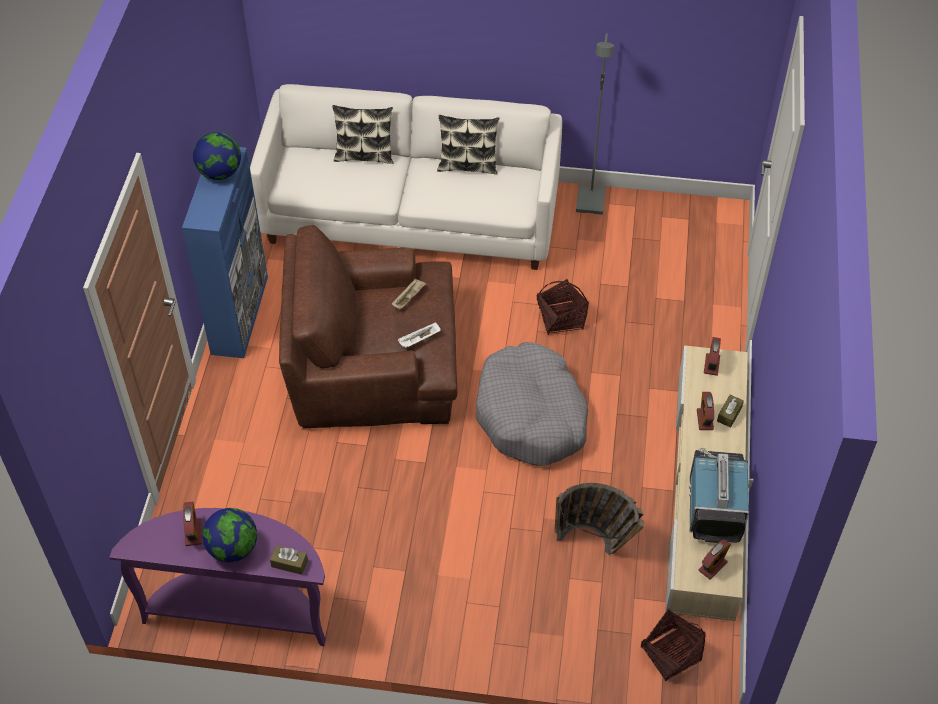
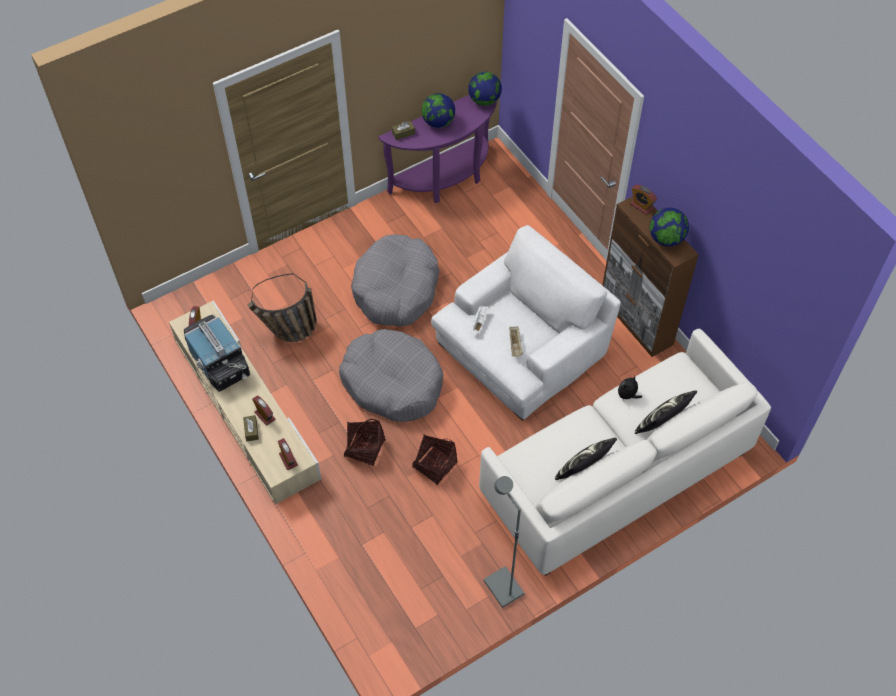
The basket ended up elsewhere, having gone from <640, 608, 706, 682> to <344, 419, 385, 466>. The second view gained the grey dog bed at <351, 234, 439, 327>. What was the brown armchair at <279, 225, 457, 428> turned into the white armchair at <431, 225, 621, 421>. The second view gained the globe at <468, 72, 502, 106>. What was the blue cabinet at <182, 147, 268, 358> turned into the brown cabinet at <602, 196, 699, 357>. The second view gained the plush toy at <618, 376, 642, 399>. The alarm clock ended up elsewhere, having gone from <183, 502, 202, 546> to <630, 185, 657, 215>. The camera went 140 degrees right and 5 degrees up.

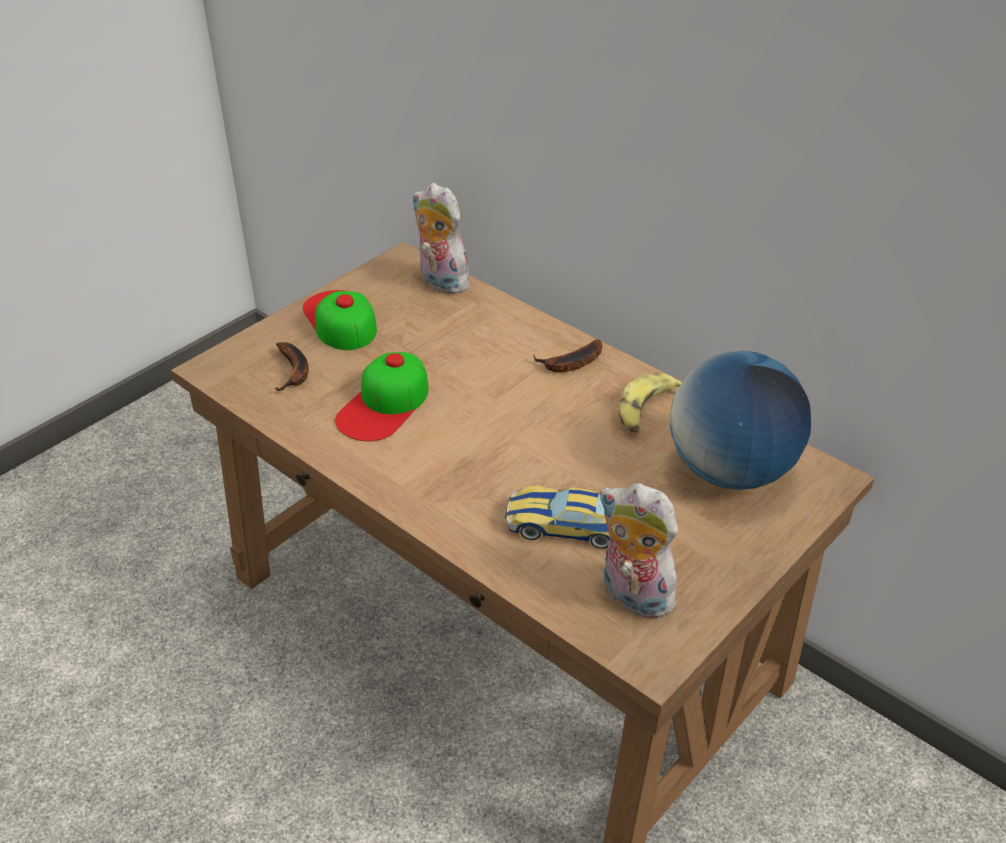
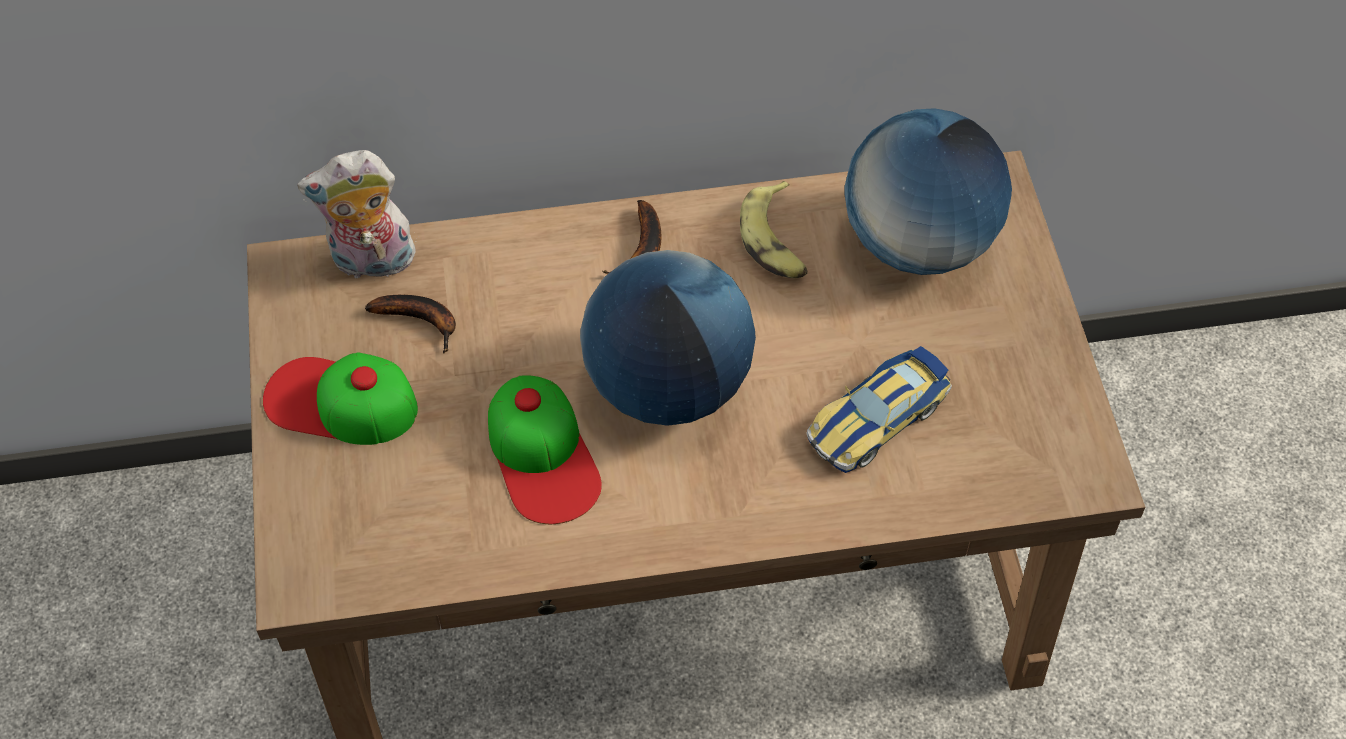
The banana ended up elsewhere, having gone from <275, 342, 309, 391> to <365, 295, 456, 354>. The second view gained the globe at <580, 250, 756, 426>. The second view lost the plush toy at <599, 483, 679, 618>. The camera went 50 degrees left and 15 degrees up.

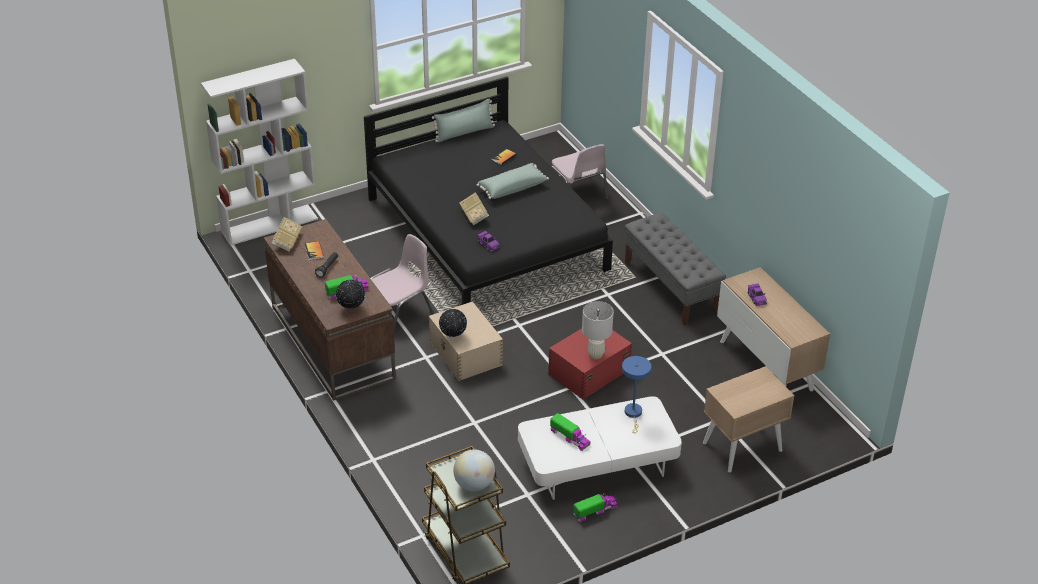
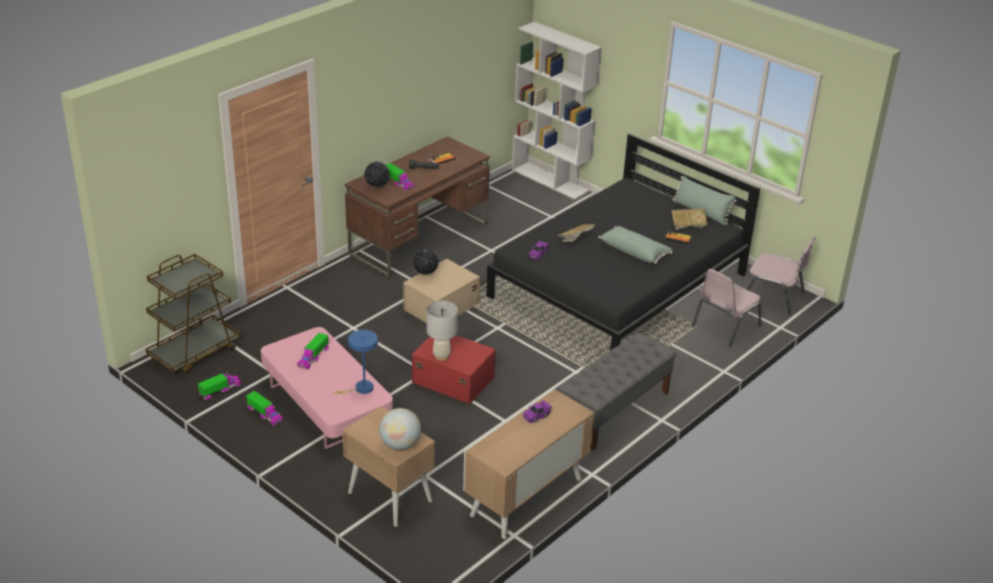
The second view gained the toy truck at <198, 373, 241, 400>. What was the white coffee table at <518, 396, 682, 500> turned into the pink coffee table at <261, 327, 393, 449>. The globe ended up elsewhere, having gone from <453, 450, 495, 491> to <379, 408, 421, 450>. The book ended up elsewhere, having gone from <272, 217, 303, 252> to <671, 209, 708, 229>. The pink chair ended up elsewhere, having gone from <370, 234, 433, 332> to <747, 237, 816, 315>. The camera went 70 degrees right and 5 degrees down.

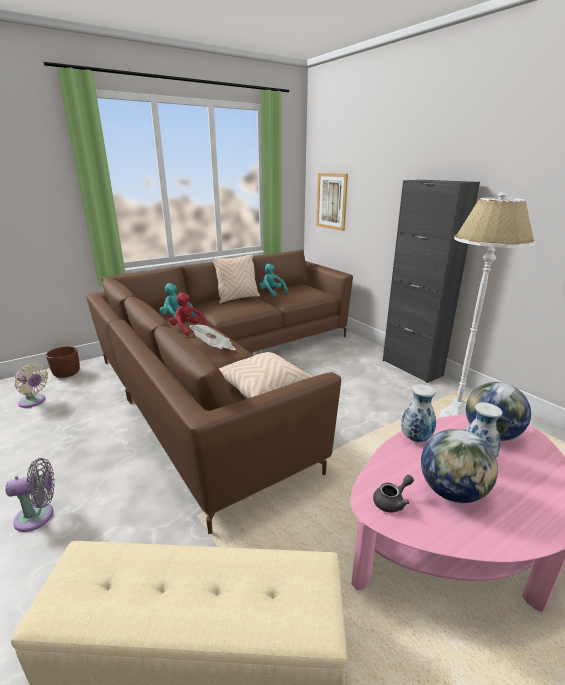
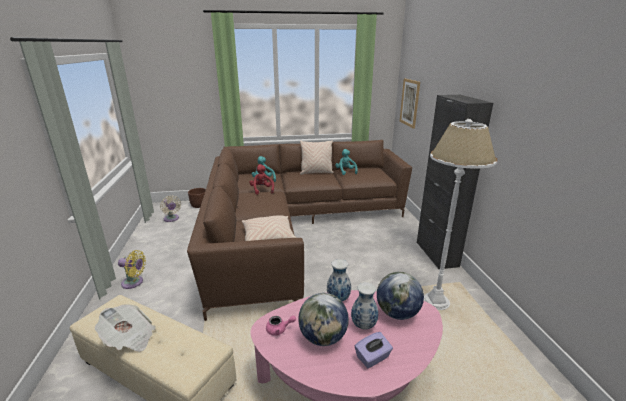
The newspaper ended up elsewhere, having gone from <189, 325, 236, 350> to <95, 304, 155, 352>. What was the grey fan at <5, 458, 55, 532> turned into the yellow fan at <118, 250, 146, 289>. What was the grey teapot at <373, 475, 414, 513> turned into the pink teapot at <266, 316, 296, 336>. The second view gained the purple tissue box at <355, 332, 393, 368>. The camera went 25 degrees right and 0 degrees up.

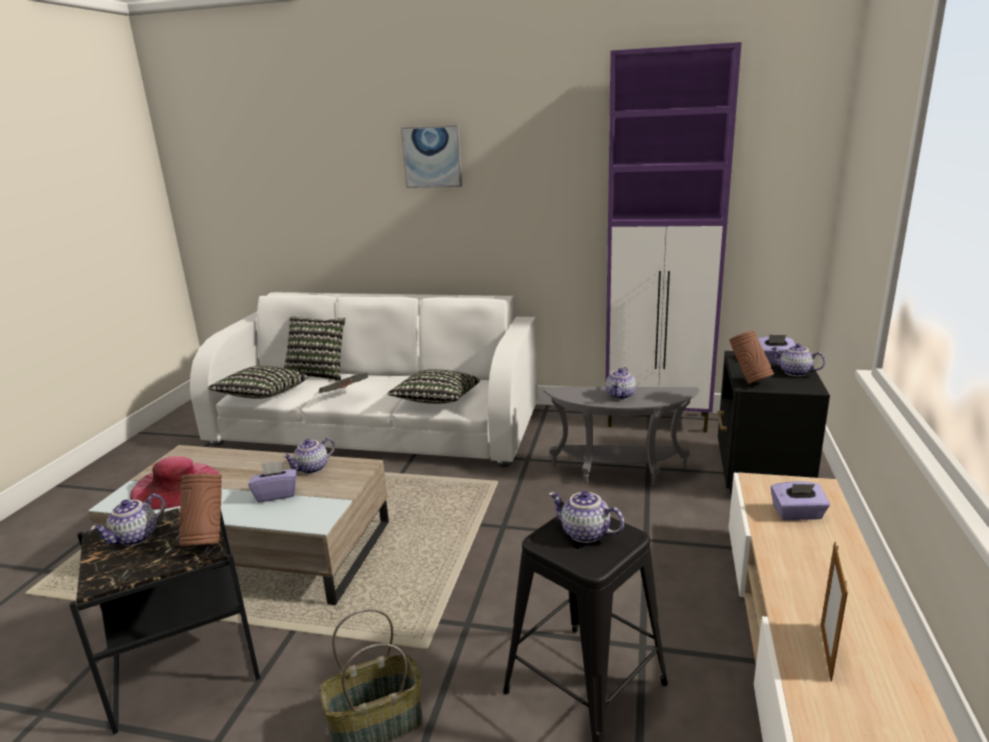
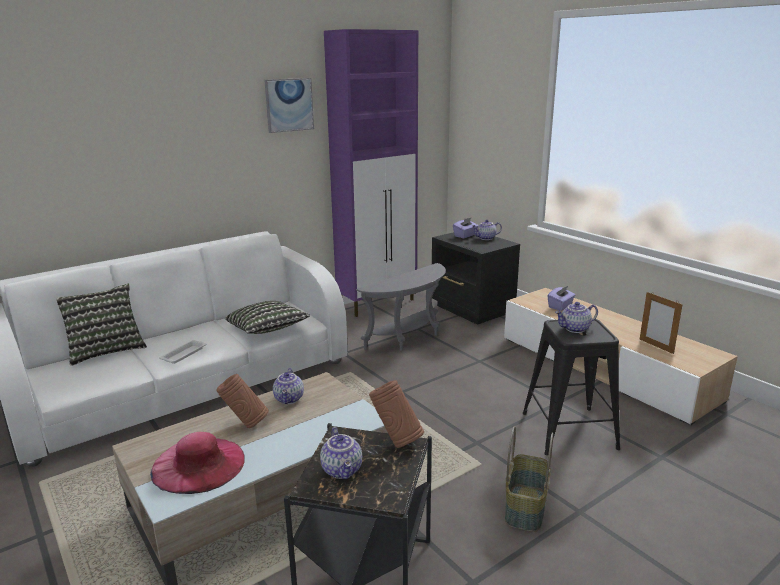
Where the newspaper stood at <318, 373, 368, 394>, the white tray came to stand at <159, 340, 206, 364>. The brown vase ended up elsewhere, having gone from <729, 330, 774, 384> to <216, 374, 269, 428>. The picture ended up elsewhere, having gone from <401, 125, 462, 188> to <264, 78, 314, 133>. The second view lost the pillow at <207, 366, 308, 399>. The second view lost the purple tissue box at <248, 461, 297, 502>. The second view lost the teapot at <606, 367, 636, 400>. The camera went 50 degrees left and 0 degrees up.

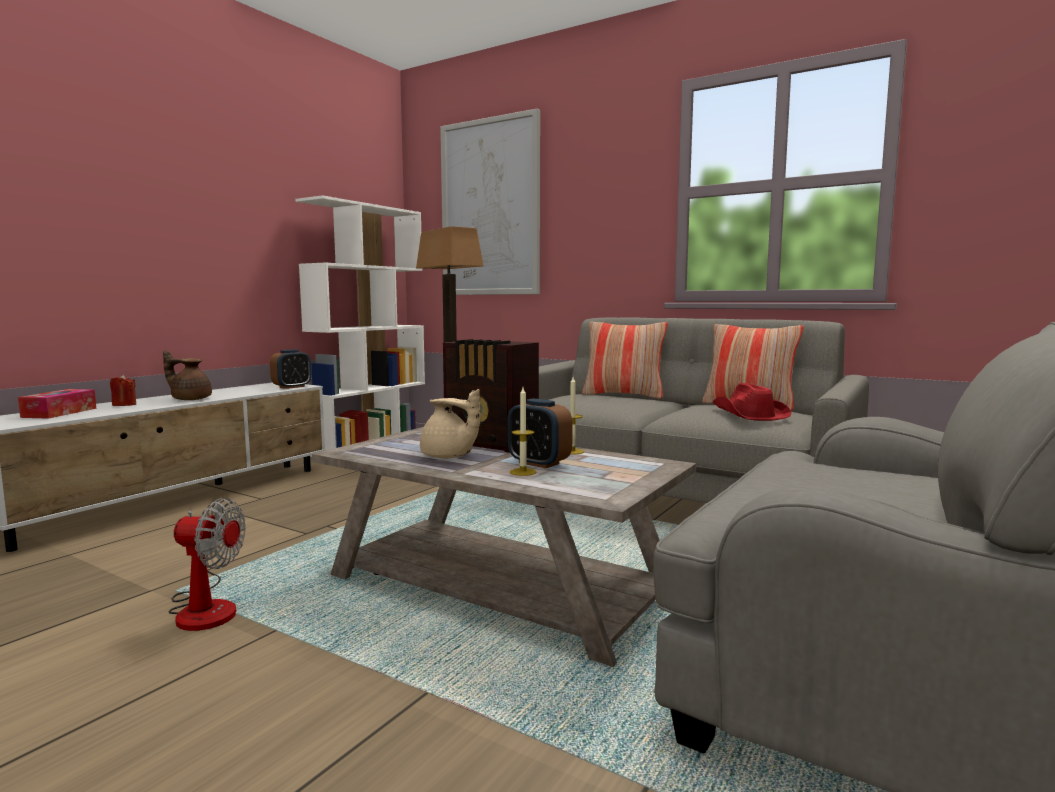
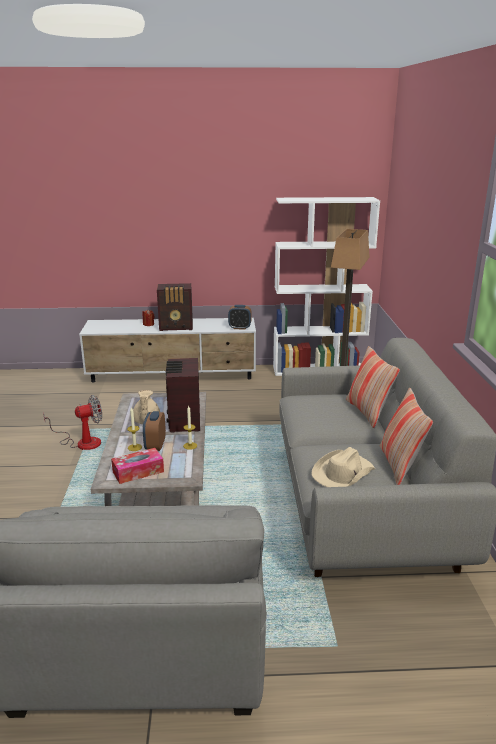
The fan at <169, 498, 246, 631> ended up facing another way, 90 degrees counterclockwise from before. The tissue box ended up elsewhere, having gone from <18, 389, 97, 419> to <111, 448, 164, 484>. Where the brown teapot stood at <163, 350, 212, 400>, the radio came to stand at <157, 283, 193, 331>. What was the red hat at <712, 383, 791, 421> turned into the beige hat at <311, 447, 375, 487>. The second view lost the picture at <440, 109, 540, 295>. The camera went 55 degrees right and 15 degrees up.

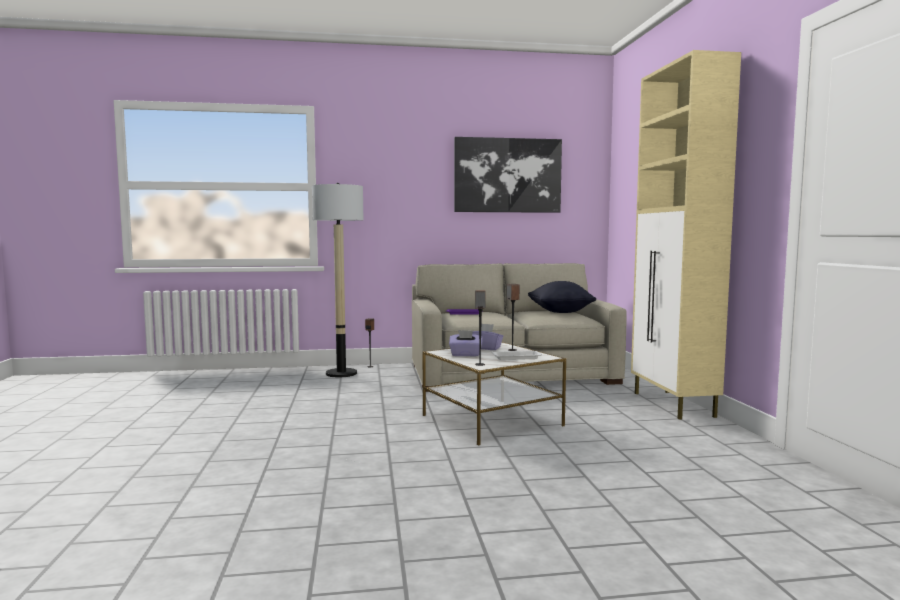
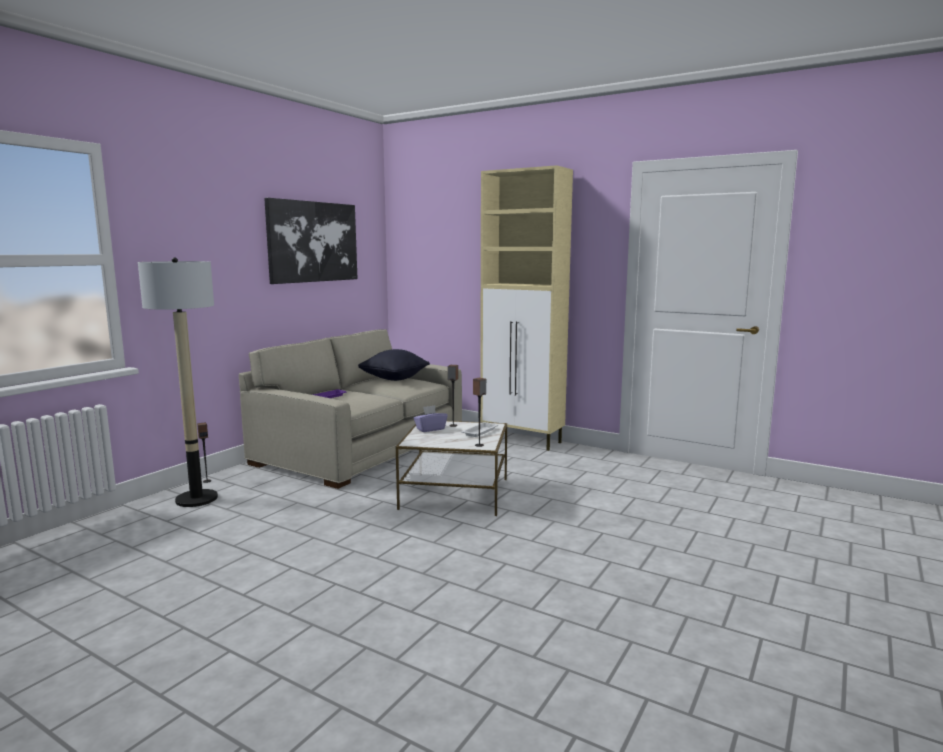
The second view lost the purple tissue box at <449, 330, 483, 357>. The camera went 50 degrees left and 5 degrees up.

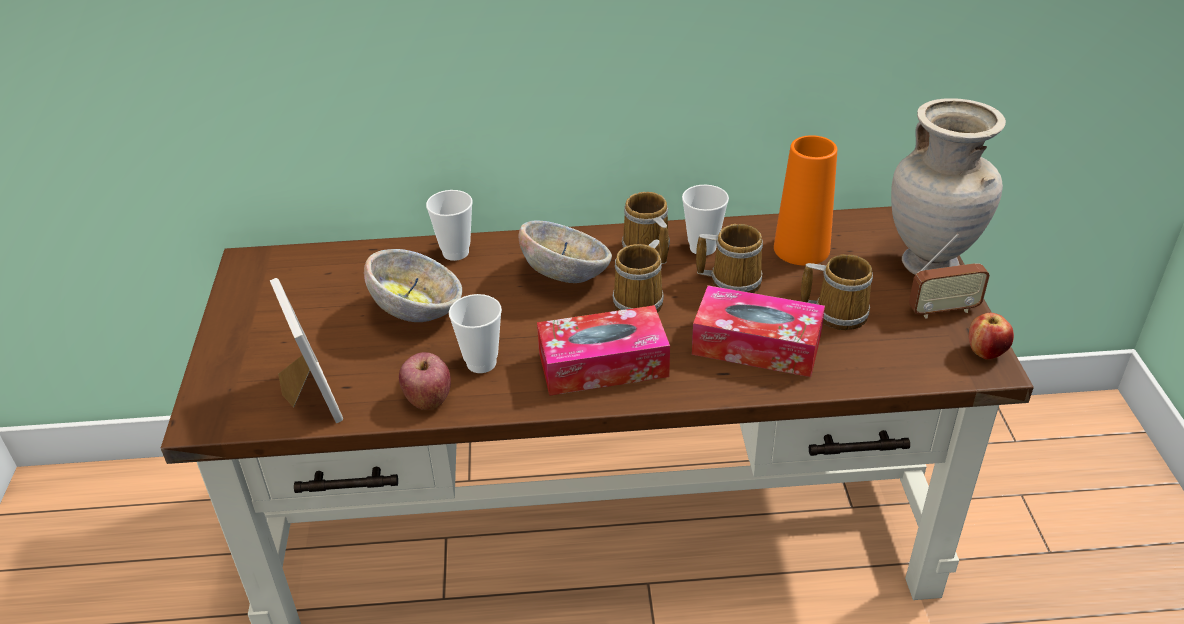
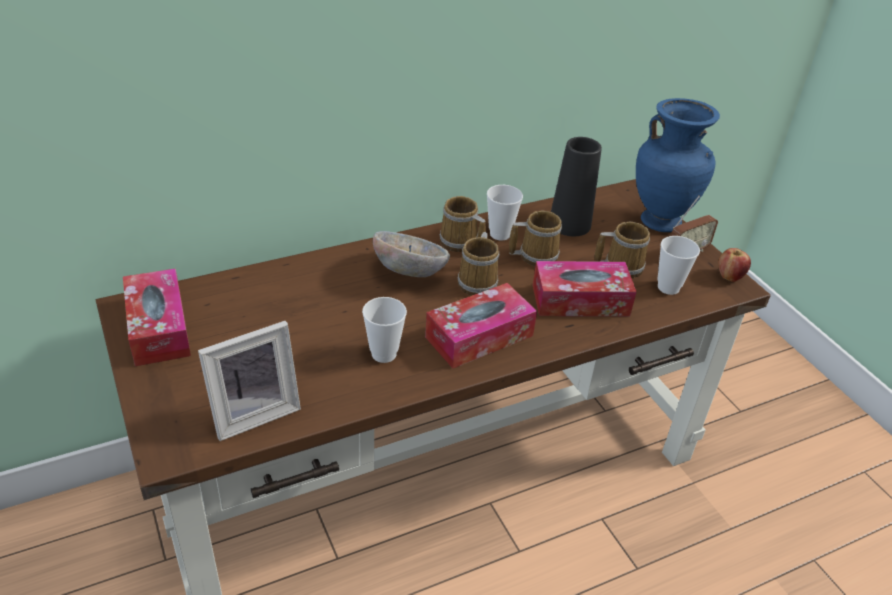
The second view gained the tissue box at <123, 268, 191, 366>. The picture frame at <270, 278, 343, 423> ended up facing another way, 105 degrees clockwise from before. What was the orange vase at <774, 135, 837, 266> turned into the black vase at <551, 137, 602, 236>. What was the beige vase at <891, 98, 1006, 275> turned into the blue vase at <636, 98, 720, 232>. The cup ended up elsewhere, having gone from <426, 190, 473, 261> to <657, 236, 700, 295>. The second view lost the bowl at <364, 249, 462, 322>. The second view lost the apple at <399, 352, 451, 410>. The camera went 25 degrees left and 0 degrees up.

